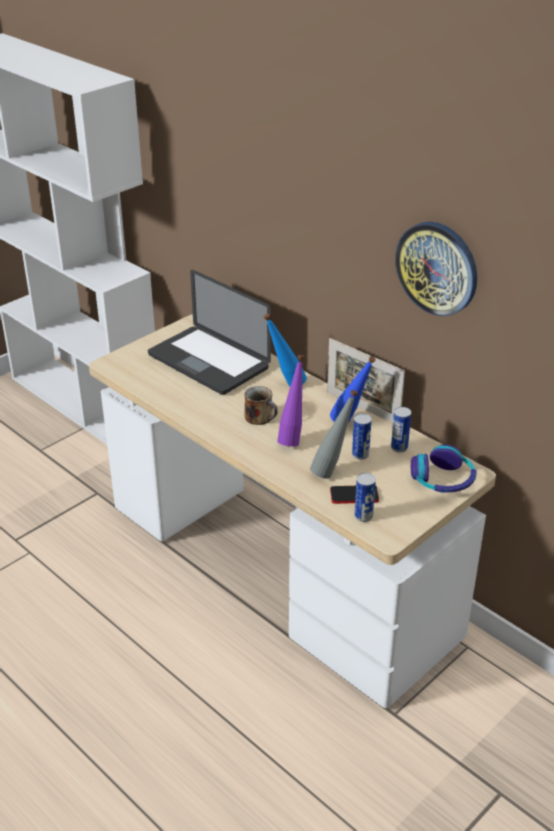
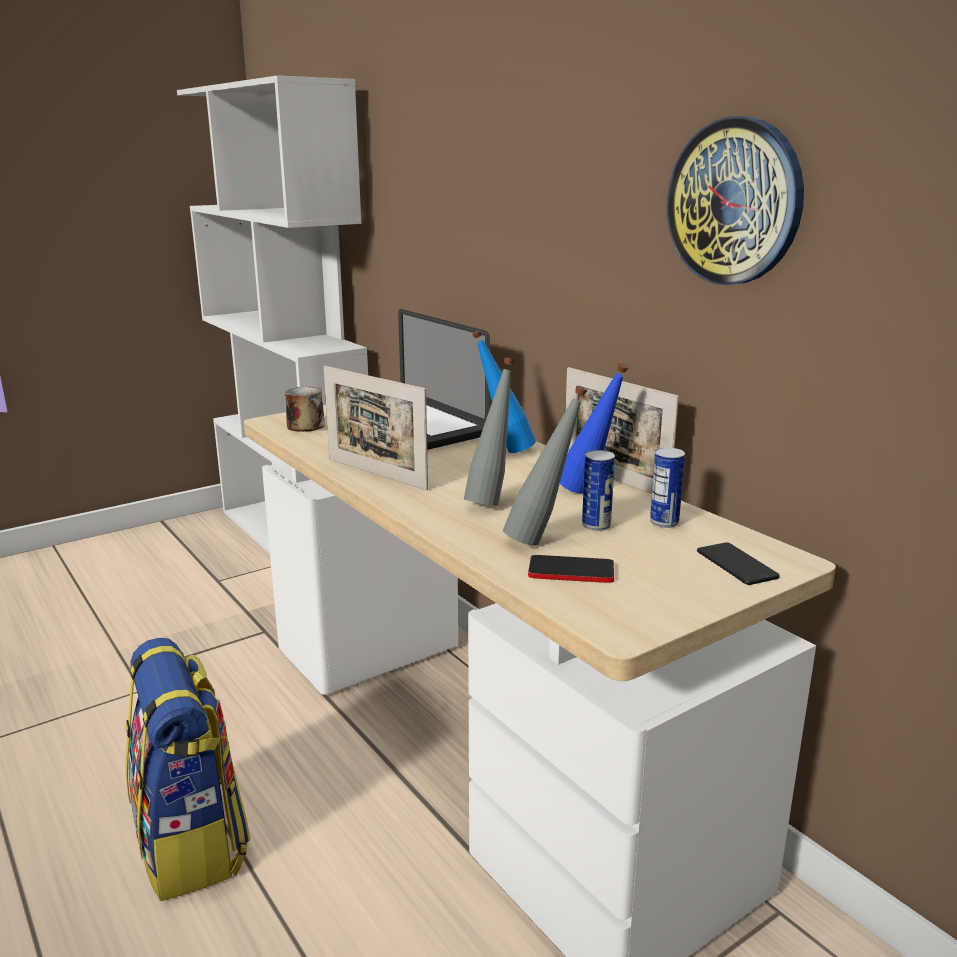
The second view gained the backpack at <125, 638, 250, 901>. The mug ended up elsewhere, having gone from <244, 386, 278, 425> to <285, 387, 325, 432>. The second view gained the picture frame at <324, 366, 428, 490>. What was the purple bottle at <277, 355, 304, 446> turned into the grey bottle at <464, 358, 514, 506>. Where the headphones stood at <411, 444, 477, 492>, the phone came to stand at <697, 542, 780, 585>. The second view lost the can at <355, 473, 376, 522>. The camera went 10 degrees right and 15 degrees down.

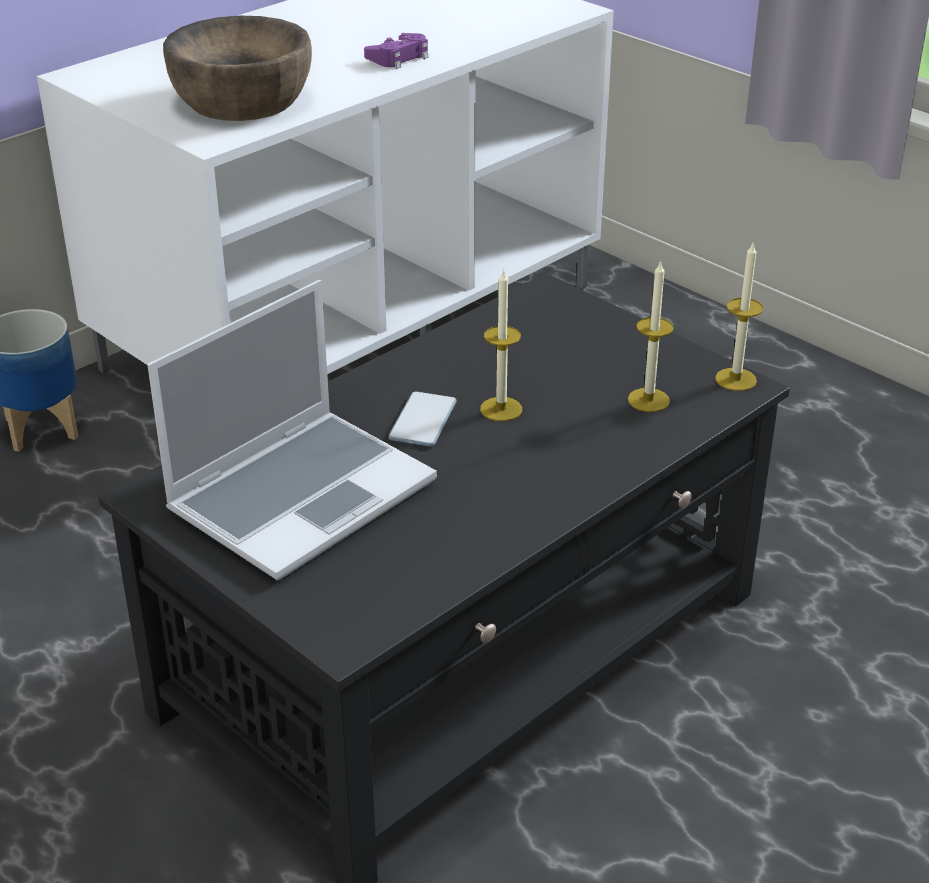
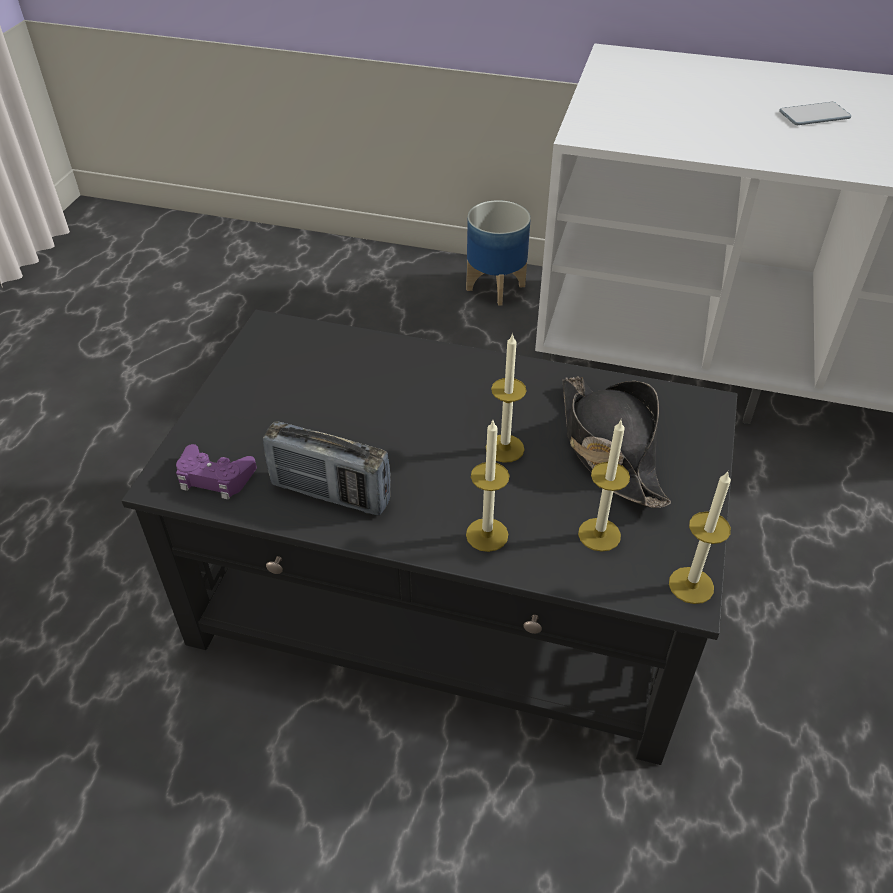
The purple game controller ended up elsewhere, having gone from <364, 33, 428, 69> to <176, 444, 257, 500>. The second view gained the radio at <263, 421, 391, 516>. The second view gained the candle at <466, 420, 510, 552>. The second view gained the black hat at <563, 376, 671, 508>. The phone ended up elsewhere, having gone from <388, 391, 457, 447> to <779, 102, 851, 125>. The second view lost the laptop at <147, 280, 437, 581>. The second view lost the brown bowl at <163, 16, 312, 121>. The camera went 60 degrees right and 10 degrees up.

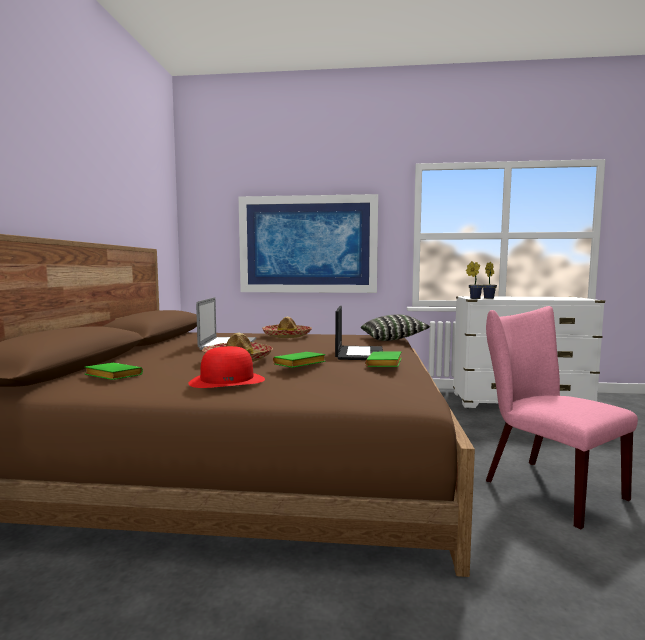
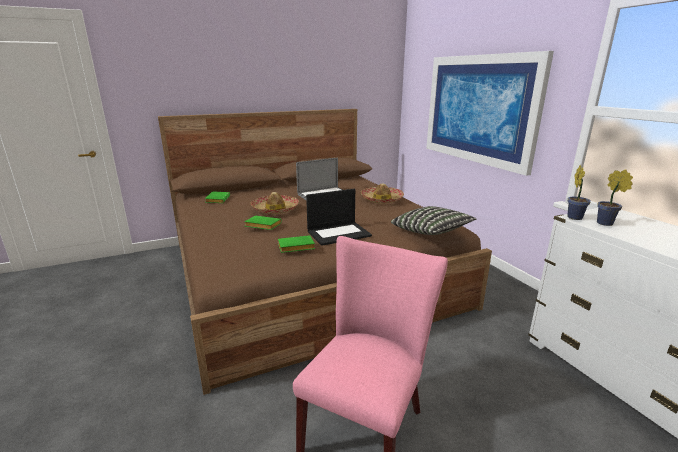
The second view lost the red hat at <188, 346, 265, 388>. The camera went 60 degrees right and 15 degrees up.

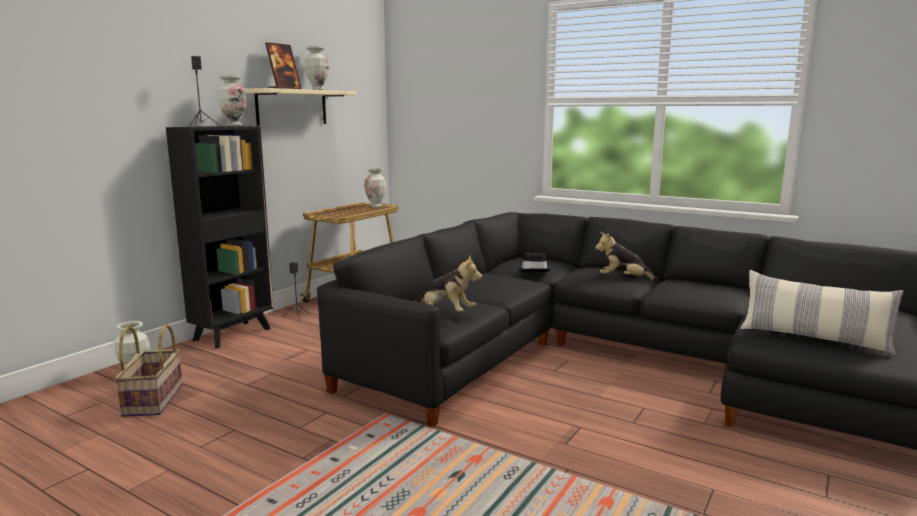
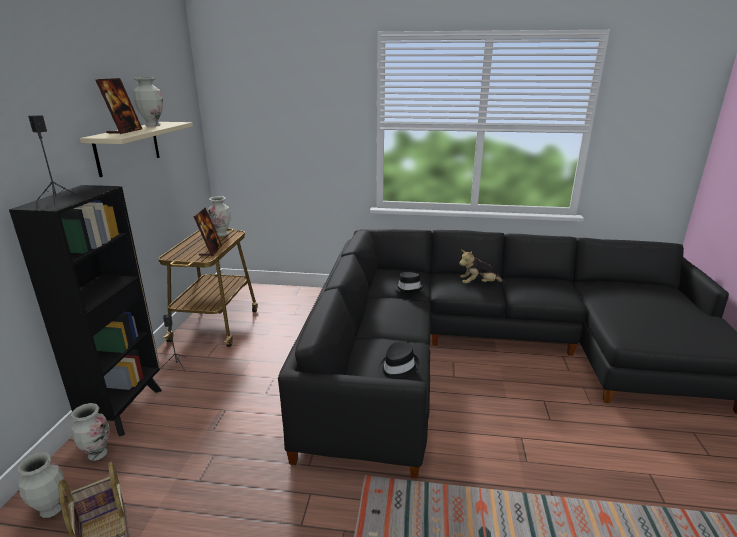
The vase ended up elsewhere, having gone from <218, 76, 247, 126> to <71, 403, 110, 461>. The second view gained the picture frame at <193, 207, 222, 256>. Where the plush toy stood at <415, 256, 482, 312>, the black hat came to stand at <378, 342, 419, 380>. The second view lost the pillow at <740, 270, 904, 355>. The camera went 25 degrees left and 10 degrees up.

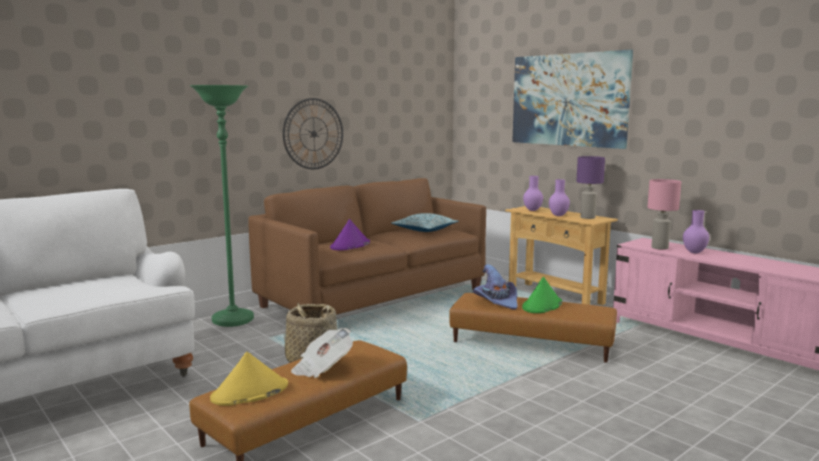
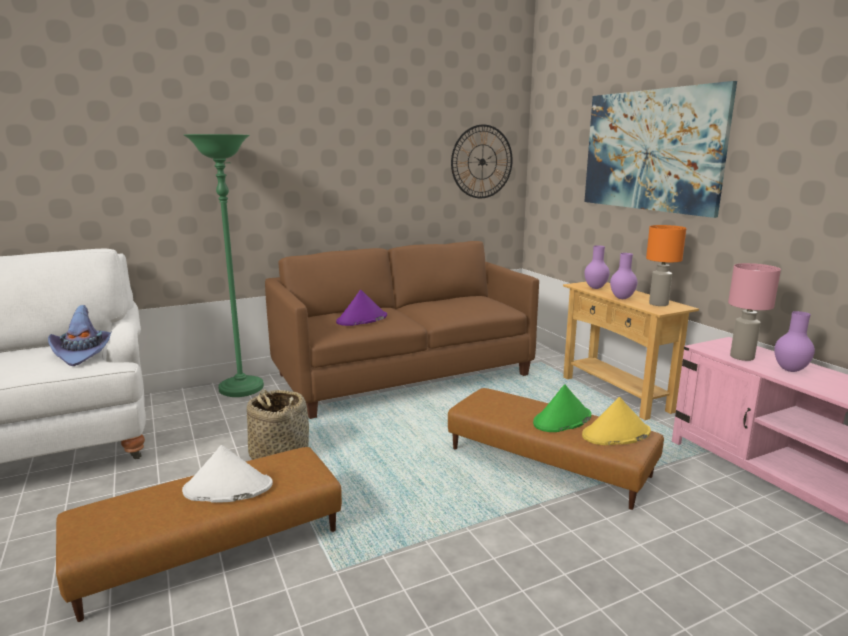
The purple hat ended up elsewhere, having gone from <472, 264, 518, 310> to <48, 305, 113, 366>. Where the newspaper stood at <291, 328, 353, 378>, the white hat came to stand at <182, 445, 273, 503>. The wall clock ended up elsewhere, having gone from <283, 98, 343, 169> to <451, 124, 513, 198>. The yellow hat ended up elsewhere, having gone from <210, 352, 288, 406> to <582, 397, 651, 445>. What was the purple table lamp at <576, 156, 605, 219> turned into the orange table lamp at <646, 225, 687, 306>. The second view lost the pillow at <391, 213, 459, 232>. The camera went 15 degrees right and 5 degrees up.

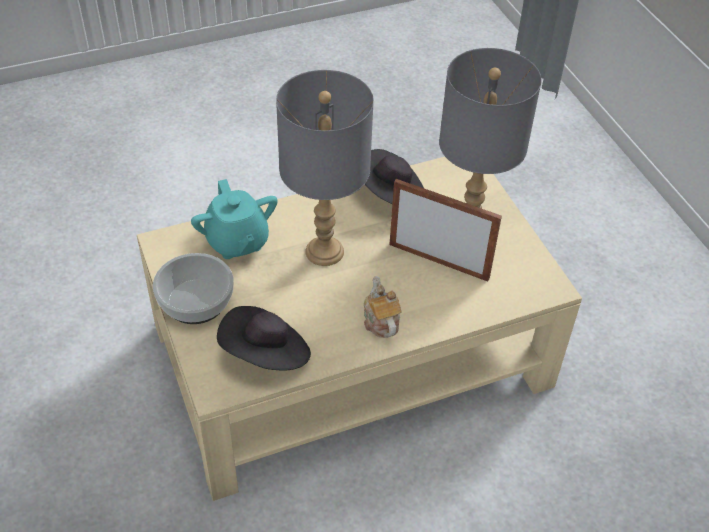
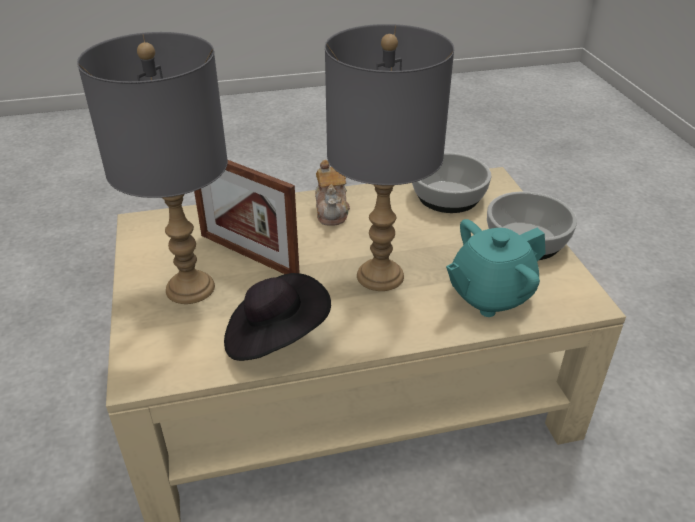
Where the black hat stood at <217, 306, 311, 371>, the bowl came to stand at <412, 153, 491, 213>. The turquoise teapot at <191, 179, 278, 259> ended up facing another way, 105 degrees counterclockwise from before. The camera went 170 degrees left and 10 degrees down.

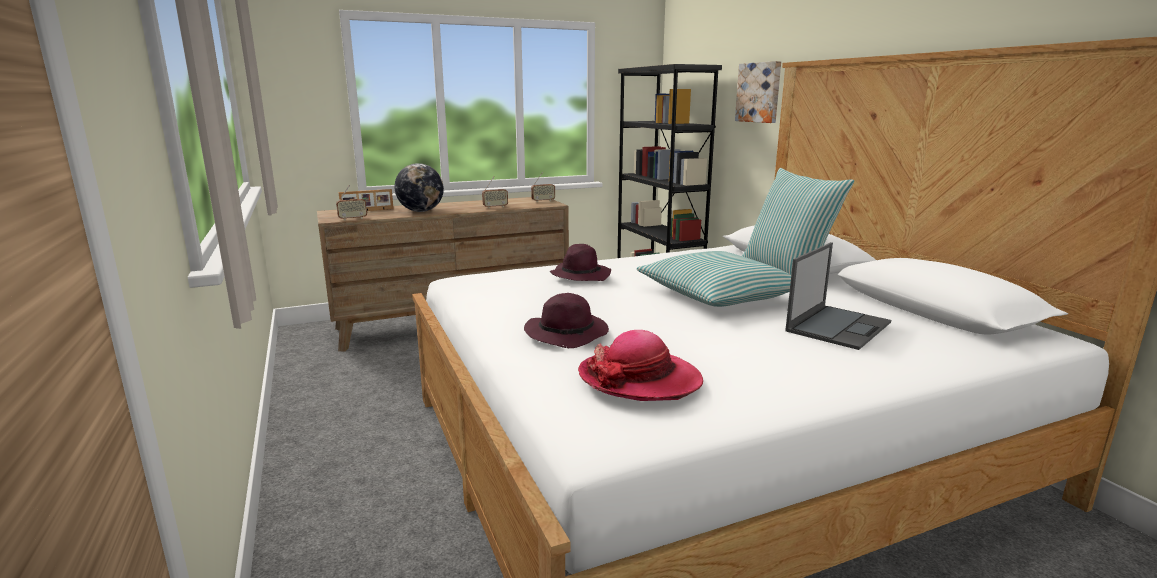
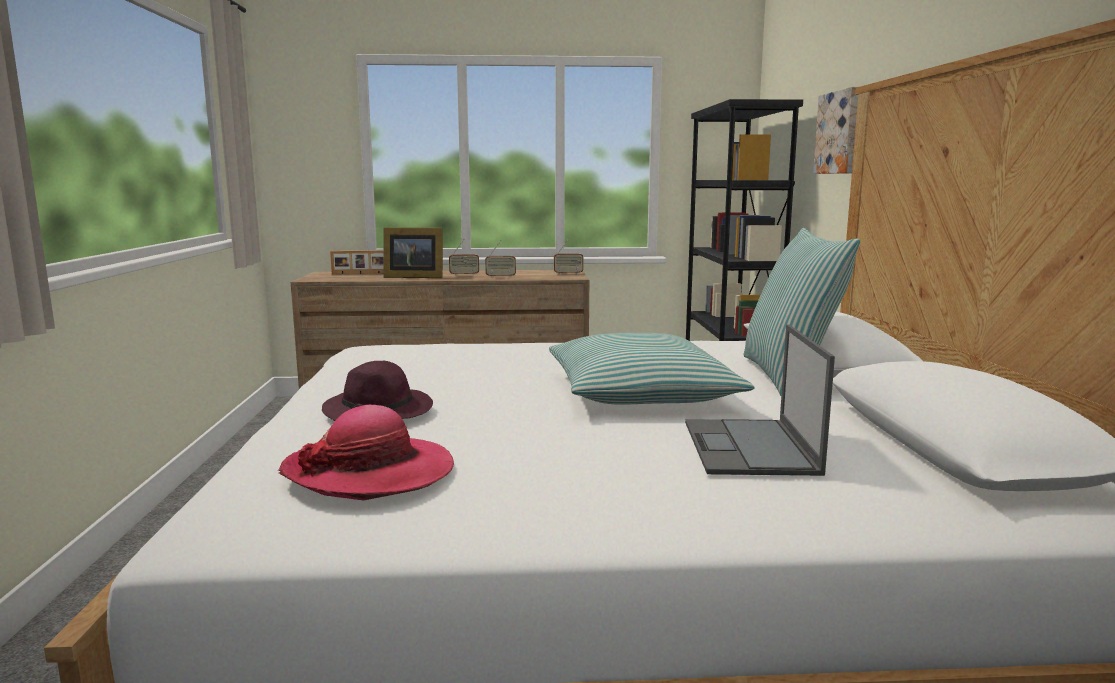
Where the globe stood at <394, 163, 444, 212>, the picture frame came to stand at <383, 227, 443, 278>. The radio ended up elsewhere, having gone from <336, 185, 367, 220> to <449, 239, 479, 276>. The laptop at <785, 242, 891, 350> ended up facing another way, 120 degrees clockwise from before. The second view lost the purple hat at <550, 244, 611, 281>. The camera went 20 degrees right and 5 degrees down.

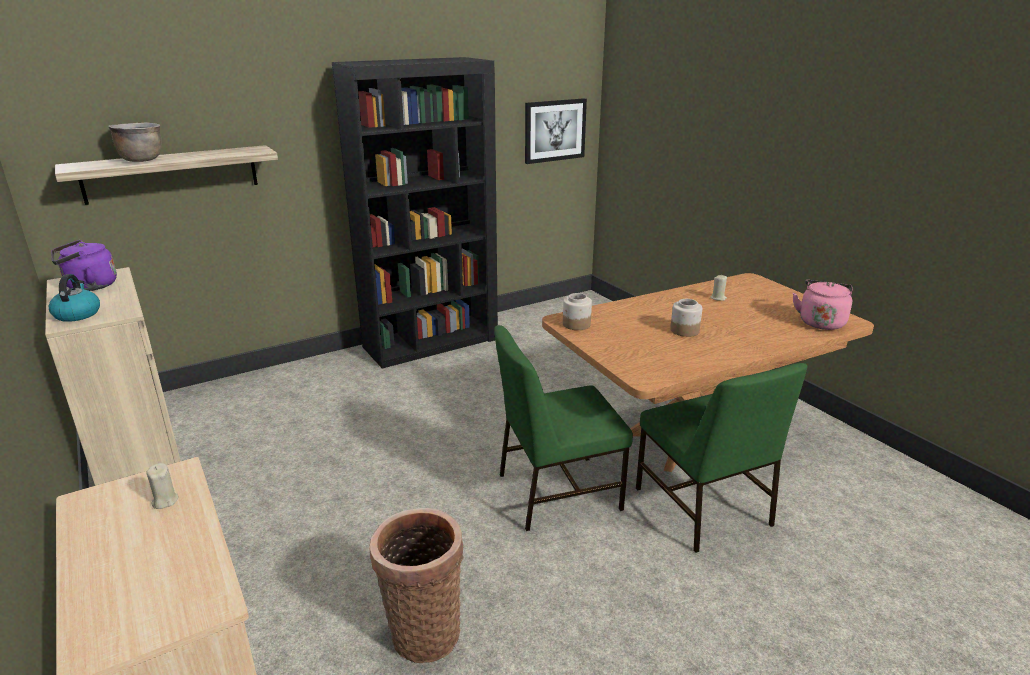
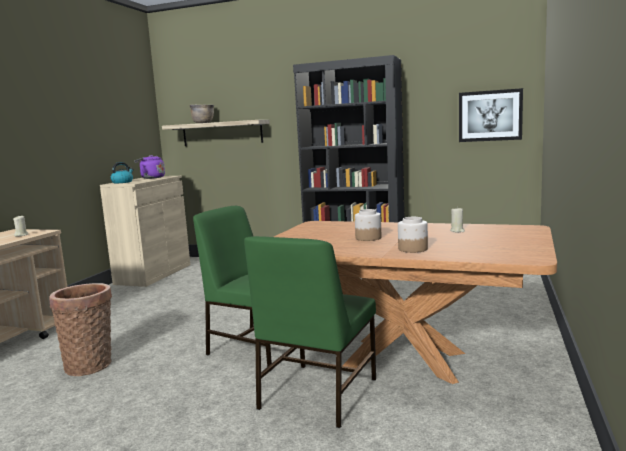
The jar ended up elsewhere, having gone from <563, 293, 592, 330> to <398, 217, 428, 253>. The second view lost the pink kettle at <793, 280, 853, 330>. The camera went 50 degrees right and 15 degrees down.

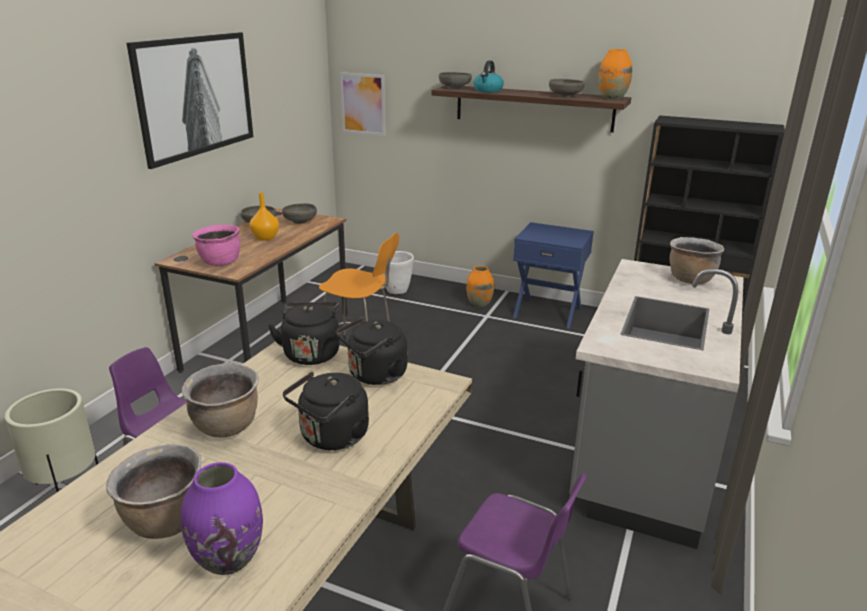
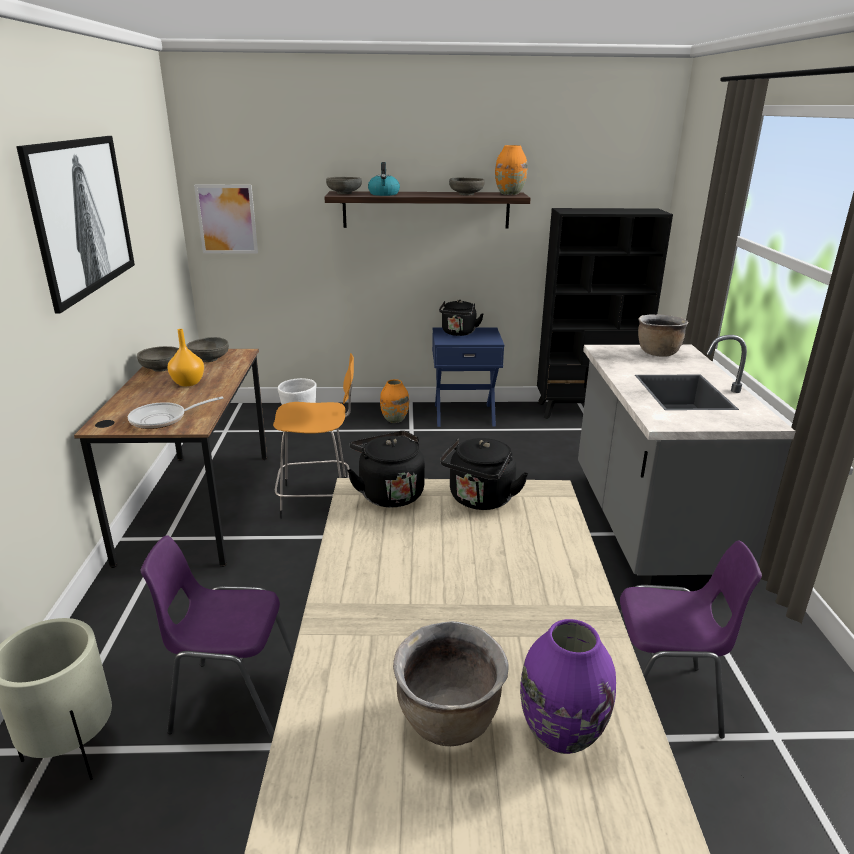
Where the pink cooking pot stood at <192, 225, 240, 266>, the frying pan came to stand at <128, 396, 223, 429>. The black kettle ended up elsewhere, having gone from <283, 372, 369, 450> to <439, 300, 484, 336>. The second view lost the brown cooking pot at <182, 363, 259, 437>. The camera went 25 degrees left and 0 degrees up.

